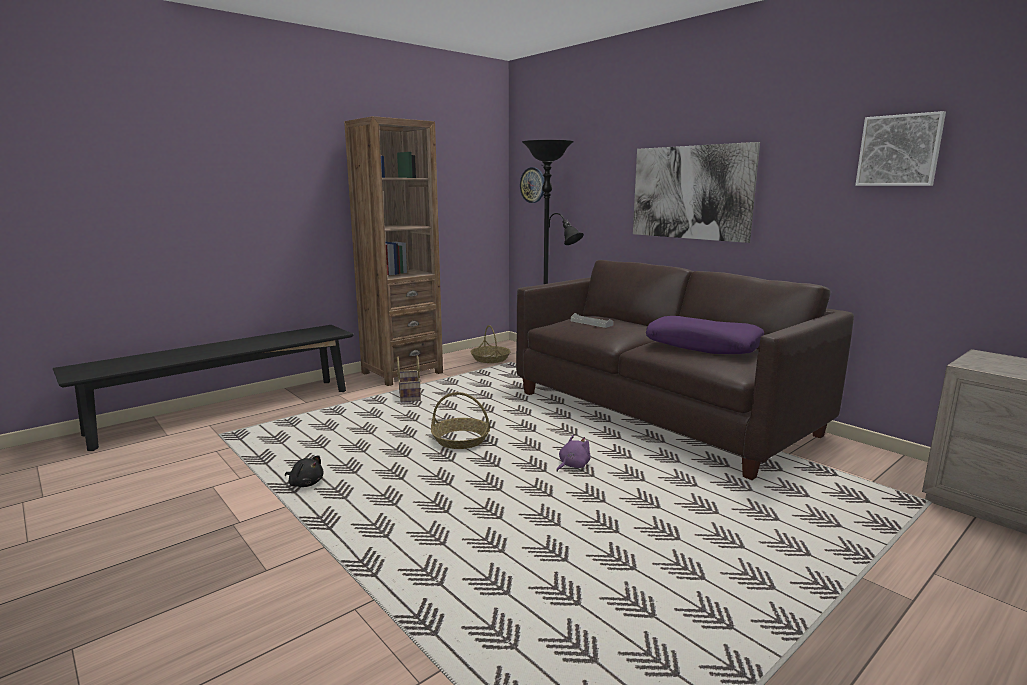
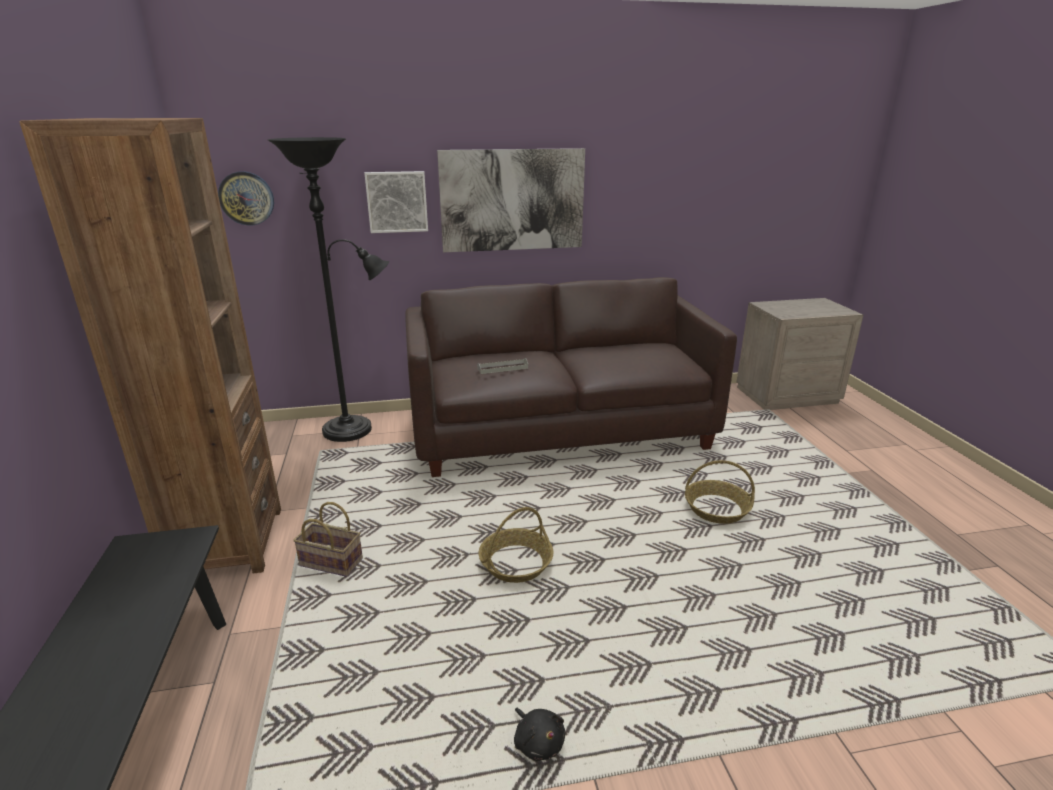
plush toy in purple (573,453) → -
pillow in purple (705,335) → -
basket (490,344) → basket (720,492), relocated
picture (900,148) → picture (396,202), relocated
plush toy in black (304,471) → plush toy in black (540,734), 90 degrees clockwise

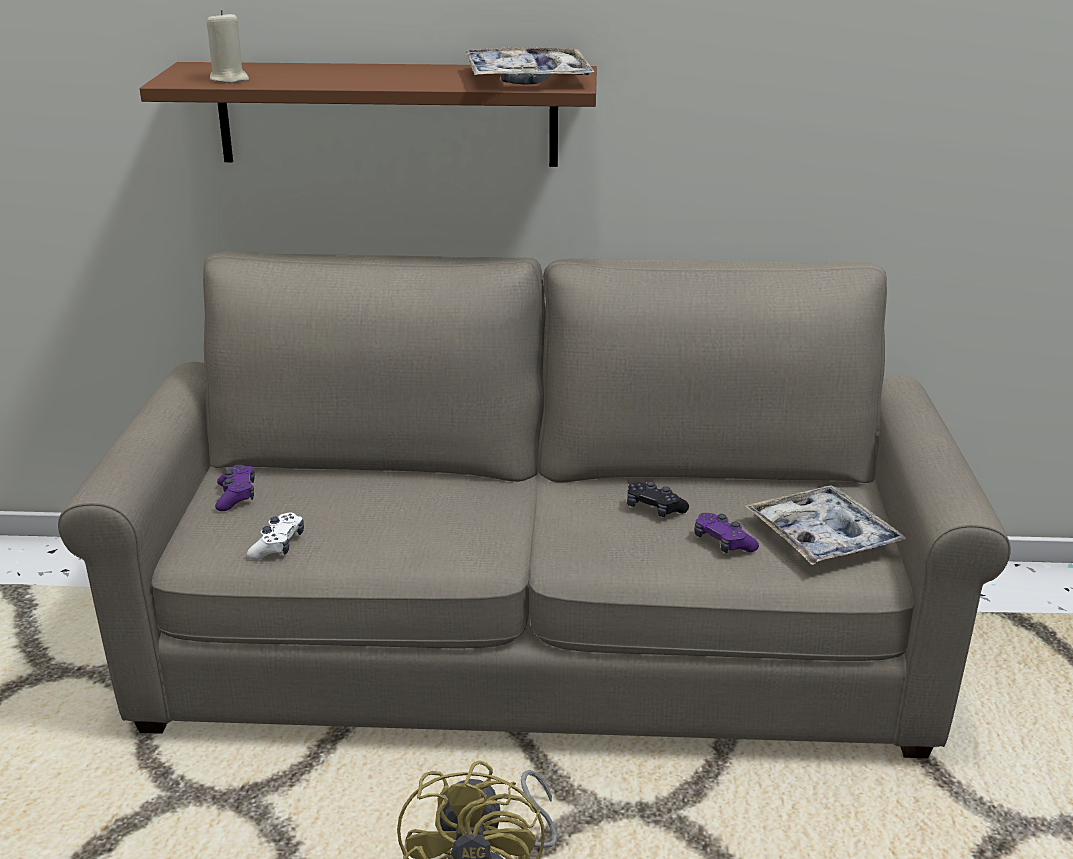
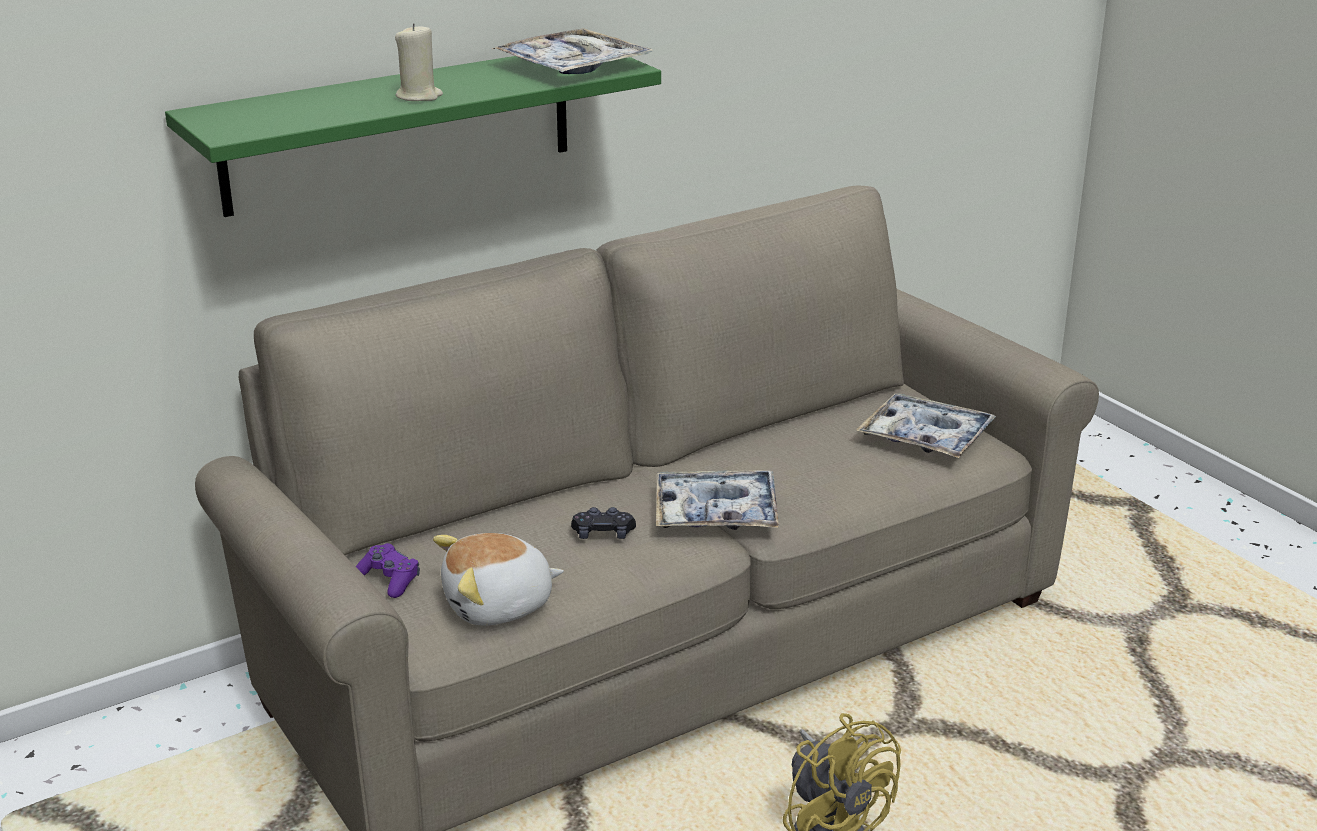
game controller in purple (726,533) → -
- → tray (717,500)
candle in beige (227,46) → candle in beige (419,62), relocated
game controller in black (658,499) → game controller in black (603,523), relocated
game controller in white (275,536) → plush toy (498,579)
shelf in brown (368,114) → shelf in green (413,136)

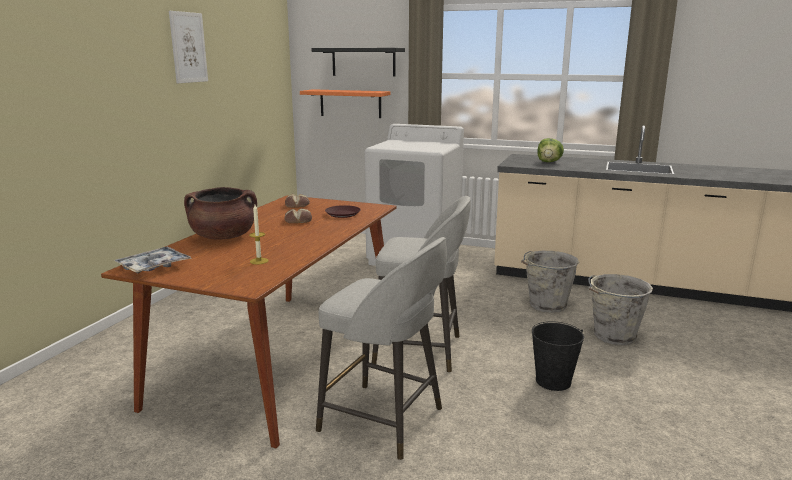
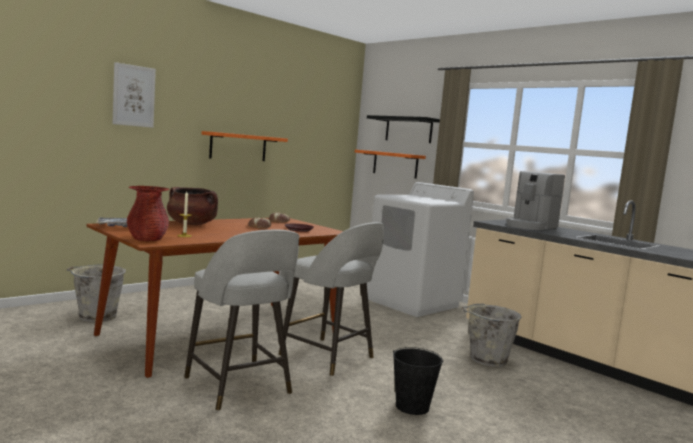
- → vase in red (148,213)
- → shelf in orange (245,146)
picture (188,47) → picture (134,95), relocated
bucket in grey (620,309) → bucket in grey (96,293), relocated
lettuce (550,150) → coffee machine (535,200)

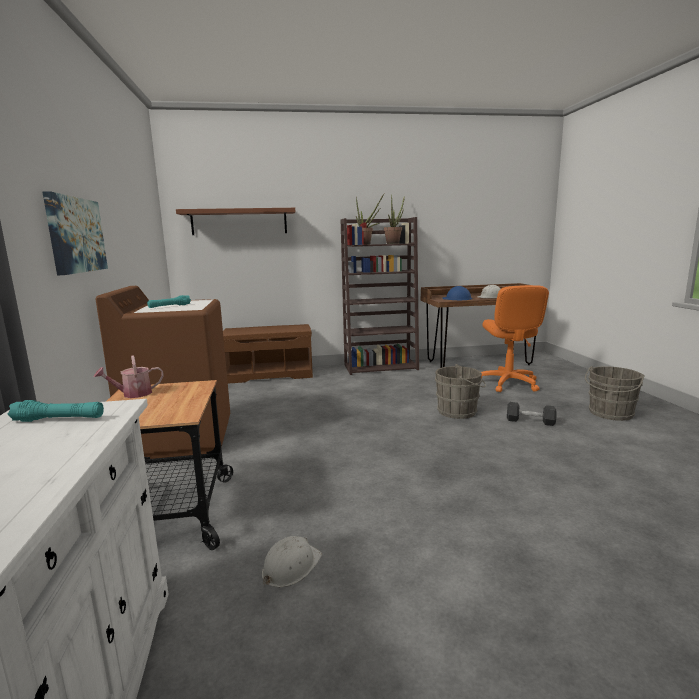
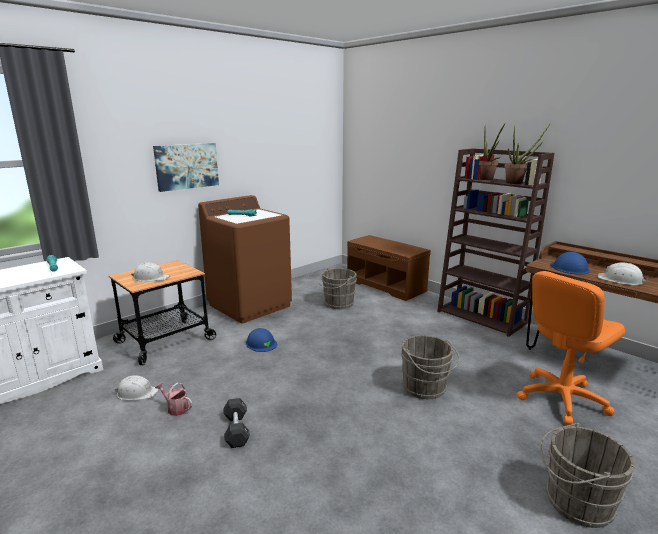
shelf in brown (235,221) → -
- → hard hat in white (150,272)
- → hard hat in blue (261,340)
- → bucket in grey (337,288)
watering can (129,376) → watering can (173,399), relocated
dumbbell in black (532,414) → dumbbell in black (236,423), relocated

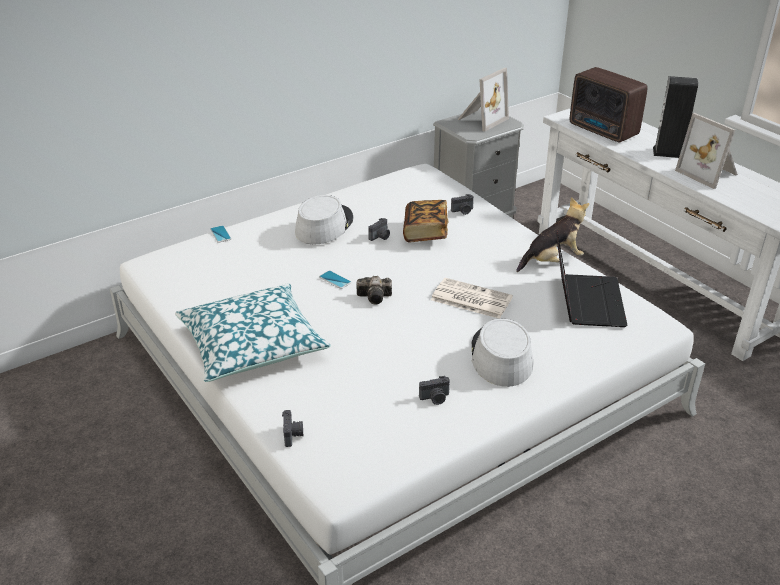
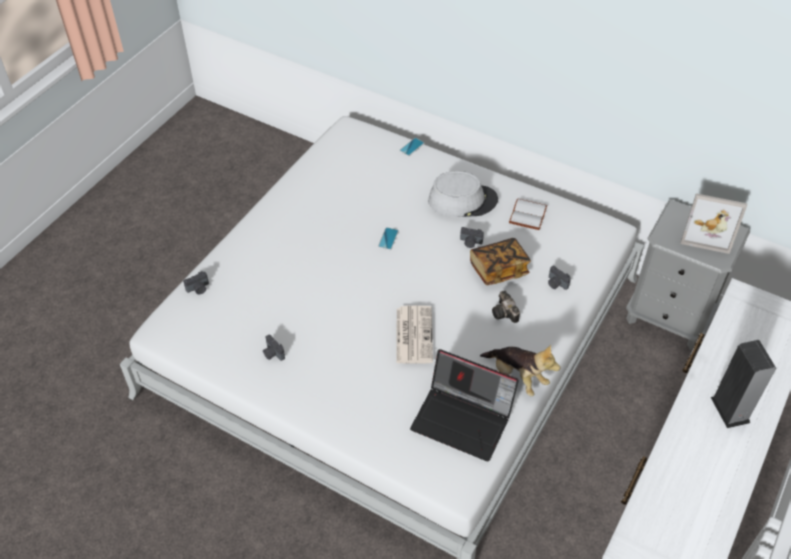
pillow (253,332) → -
hat in grey (502,352) → -
radio (609,104) → -
picture frame (706,151) → -
- → book in white (528,214)
photo camera (374,290) → photo camera (506,306), relocated
laptop (592,279) → laptop (464,405), 45 degrees clockwise

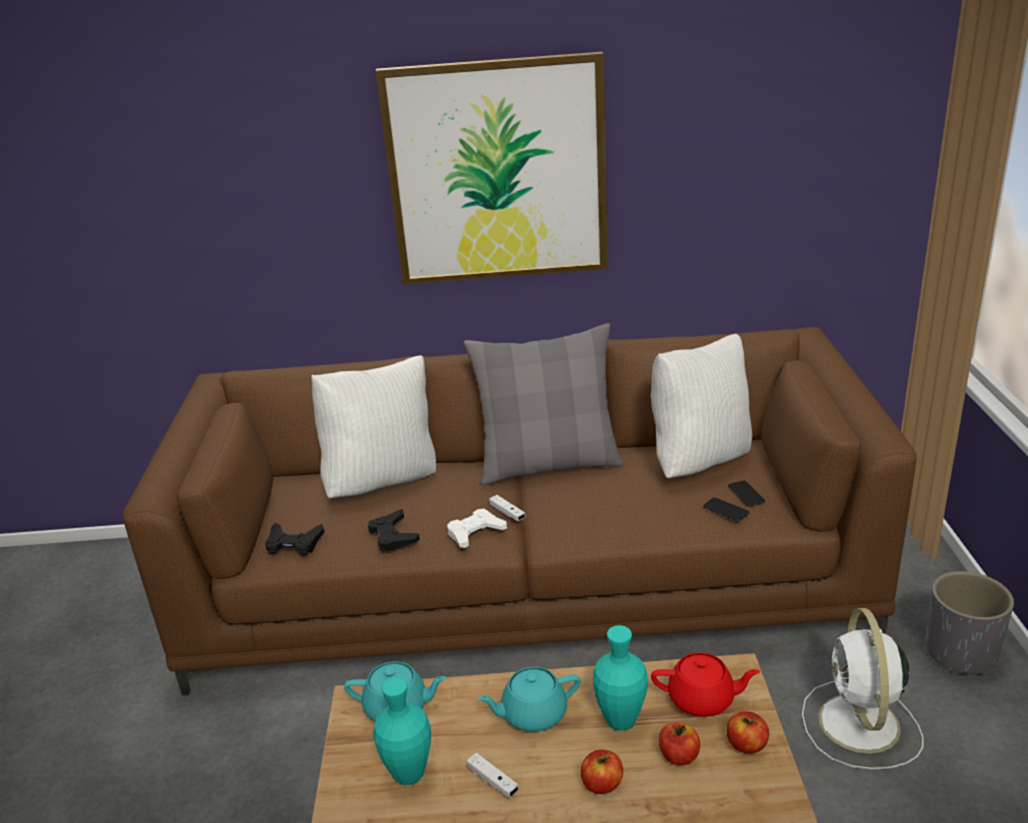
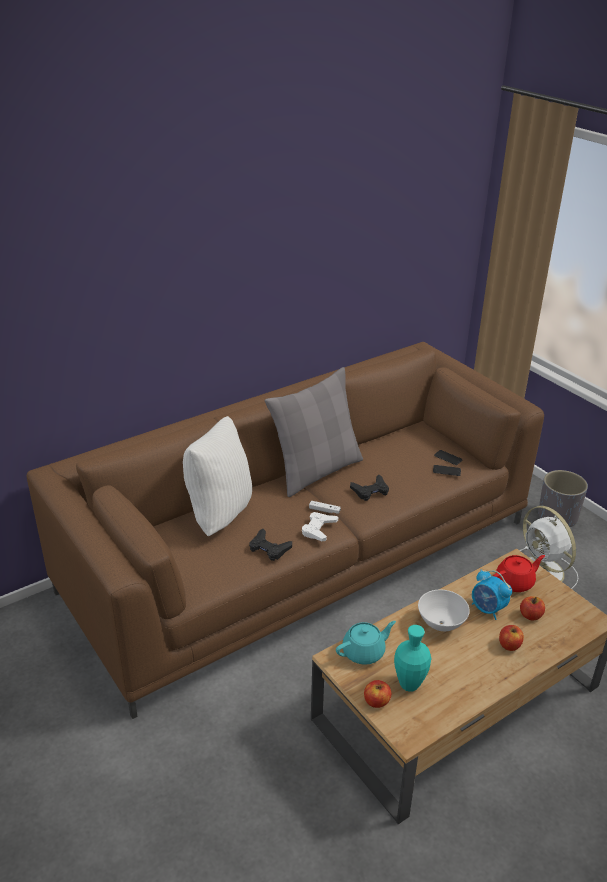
picture (492,168) → -
game controller in white (493,775) → -
pillow in white (701,406) → -
game controller in black (294,539) → game controller in black (369,488), relocated
apple (747,733) → apple (377,694), relocated
teapot in turquoise (529,699) → bowl in white (444,610)
vase in turquoise (620,678) → alarm clock (492,594)

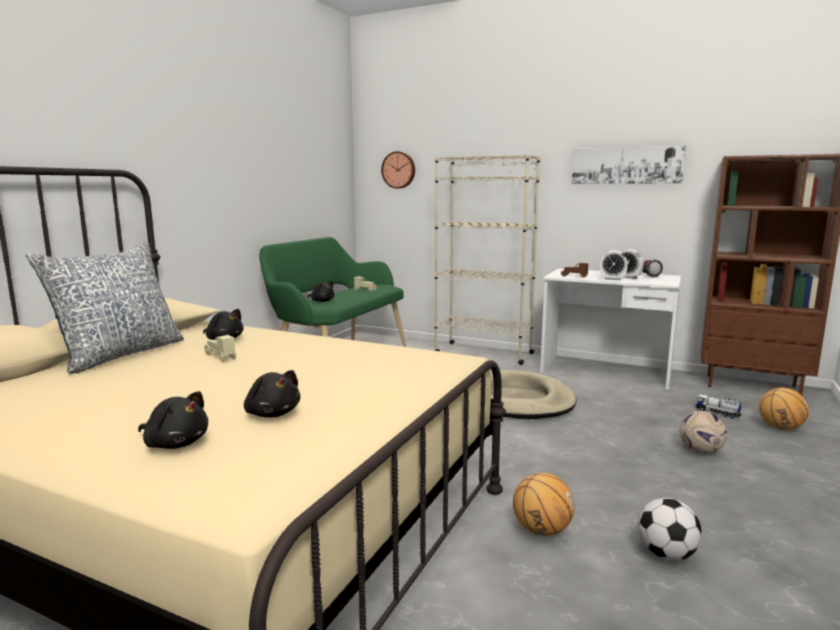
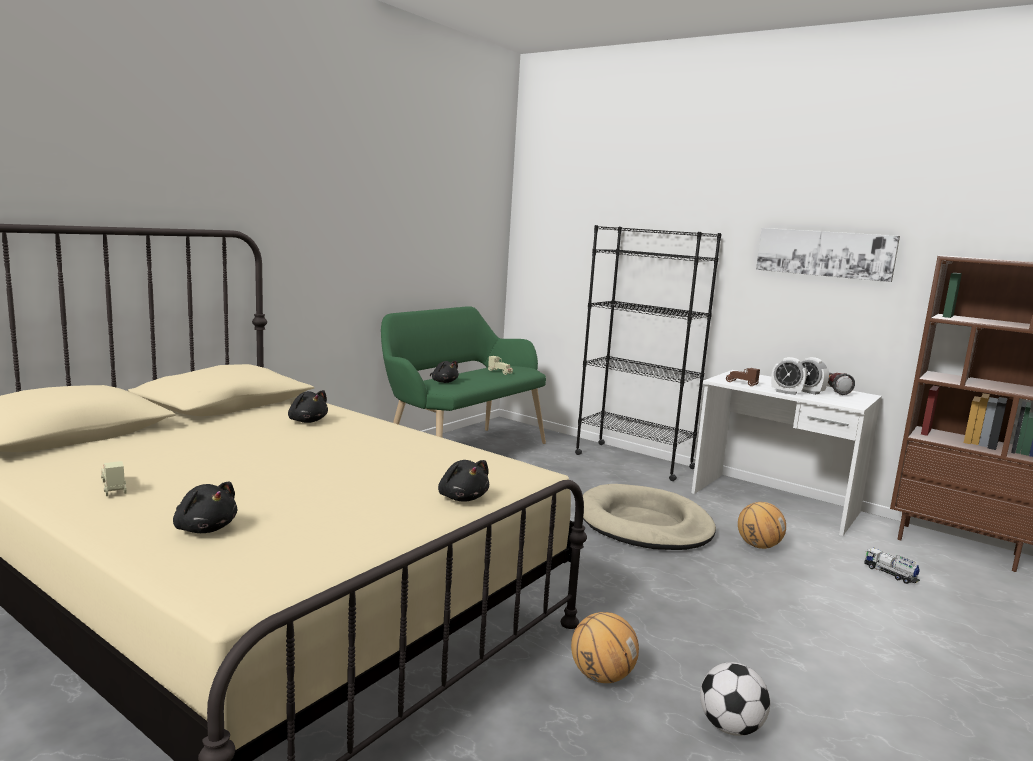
pillow (105,308) → -
wall clock (398,170) → -
football (703,432) → -
toy car in beige (220,348) → toy car in beige (114,478), relocated
plush toy in black (272,394) → plush toy in black (463,481), relocated
basketball (784,408) → basketball (762,525), relocated
bookcase in beige (487,259) → bookcase in black (648,353)

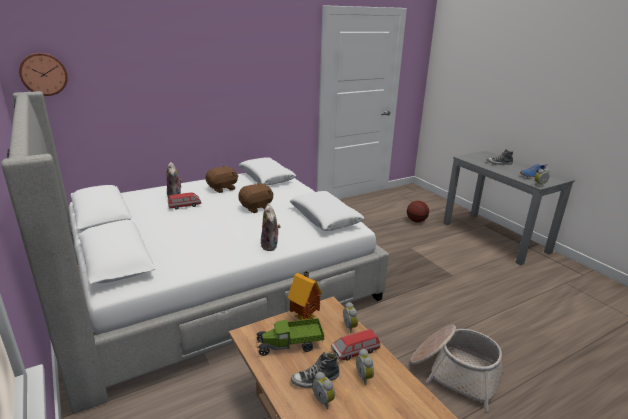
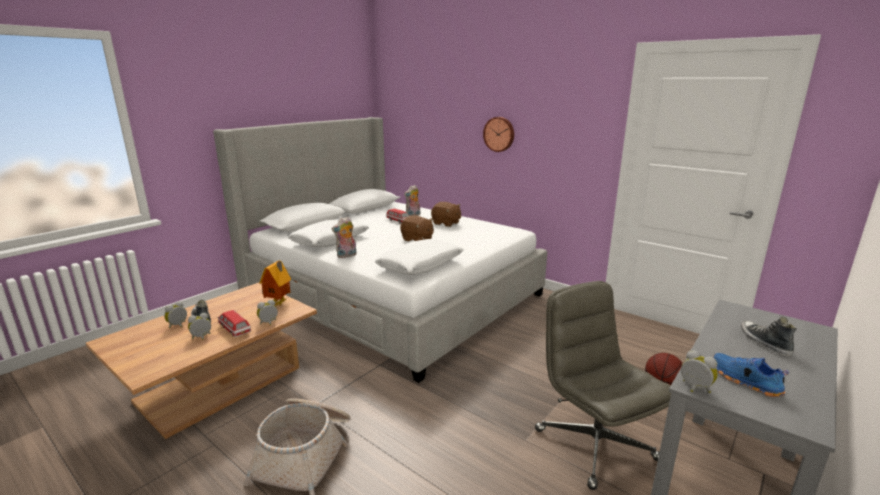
toy truck (290,337) → -
- → office chair in grey (603,385)
wall clock (43,74) → wall clock (498,134), relocated
pillow in white (267,171) → pillow in white (328,233), relocated

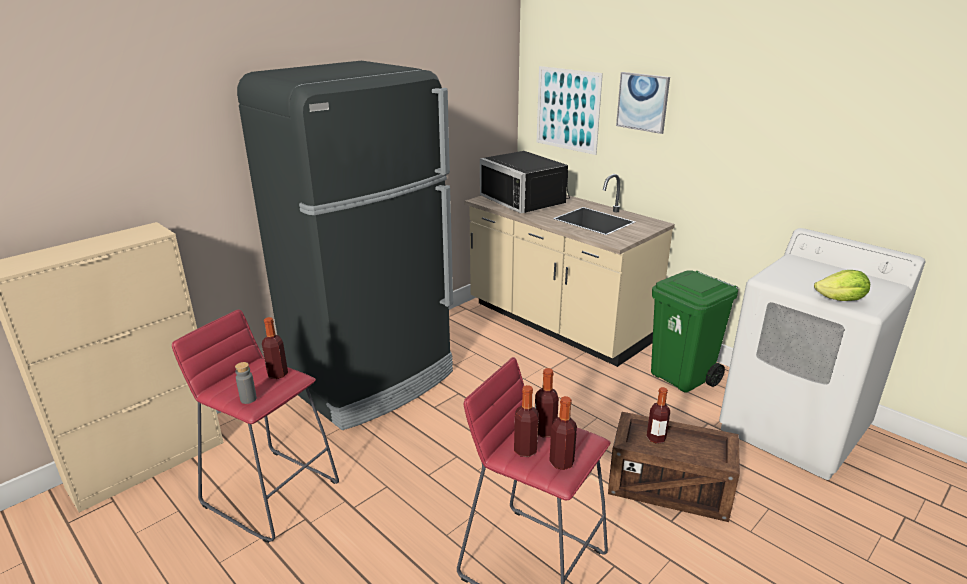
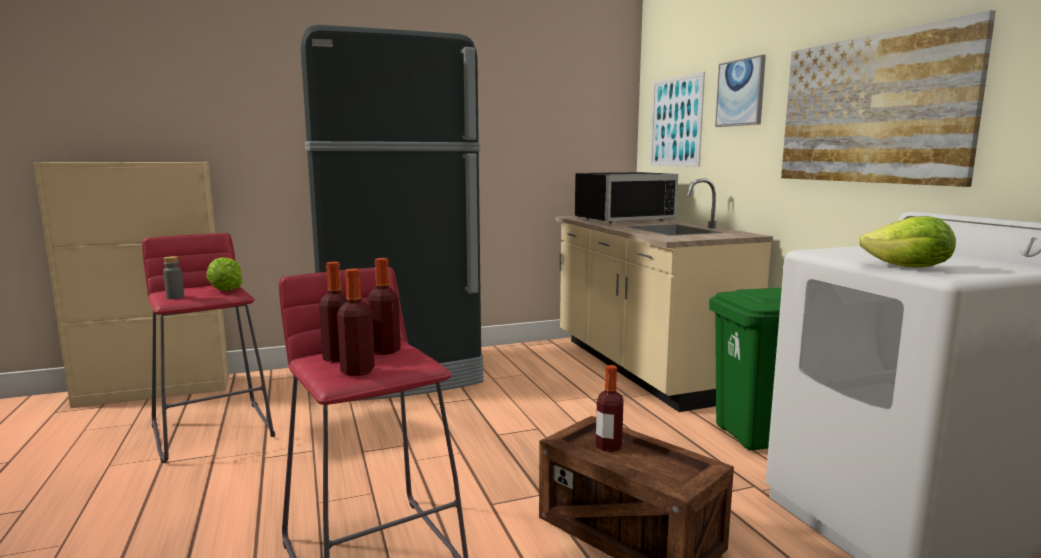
- → picture (888,98)
bottle (275,348) → lettuce (224,274)
microwave in black (525,182) → microwave in black (626,197), 105 degrees counterclockwise

